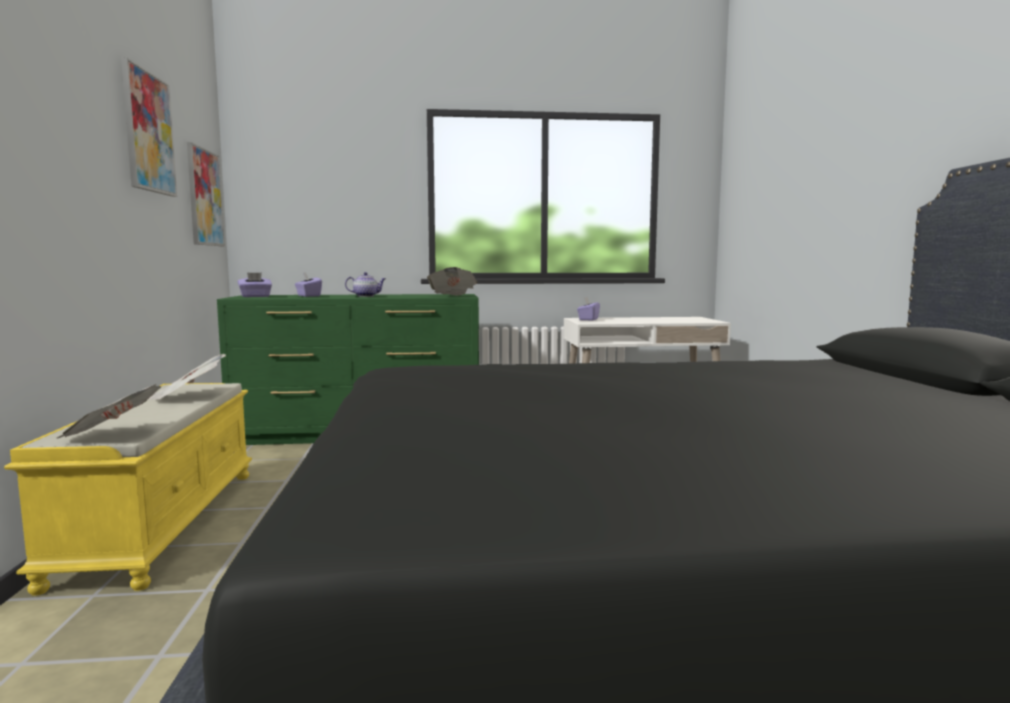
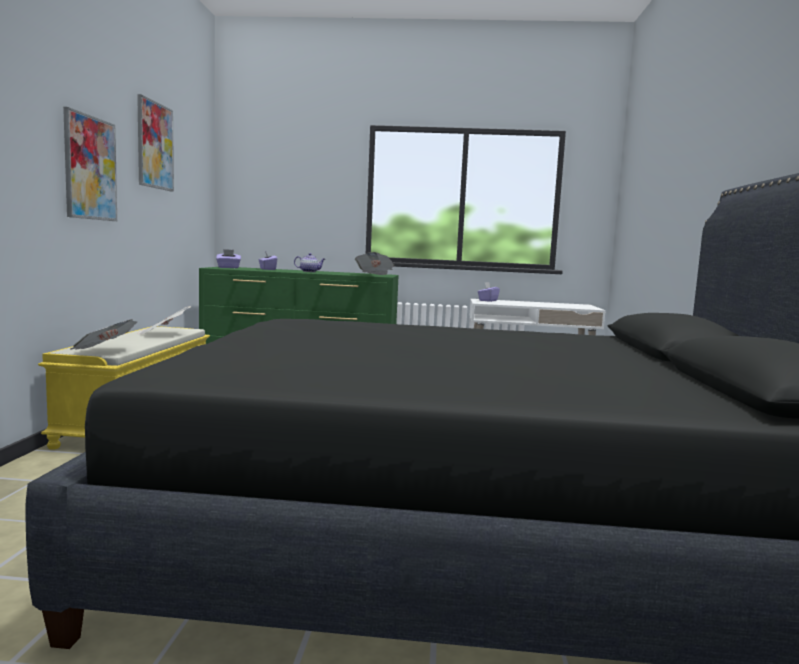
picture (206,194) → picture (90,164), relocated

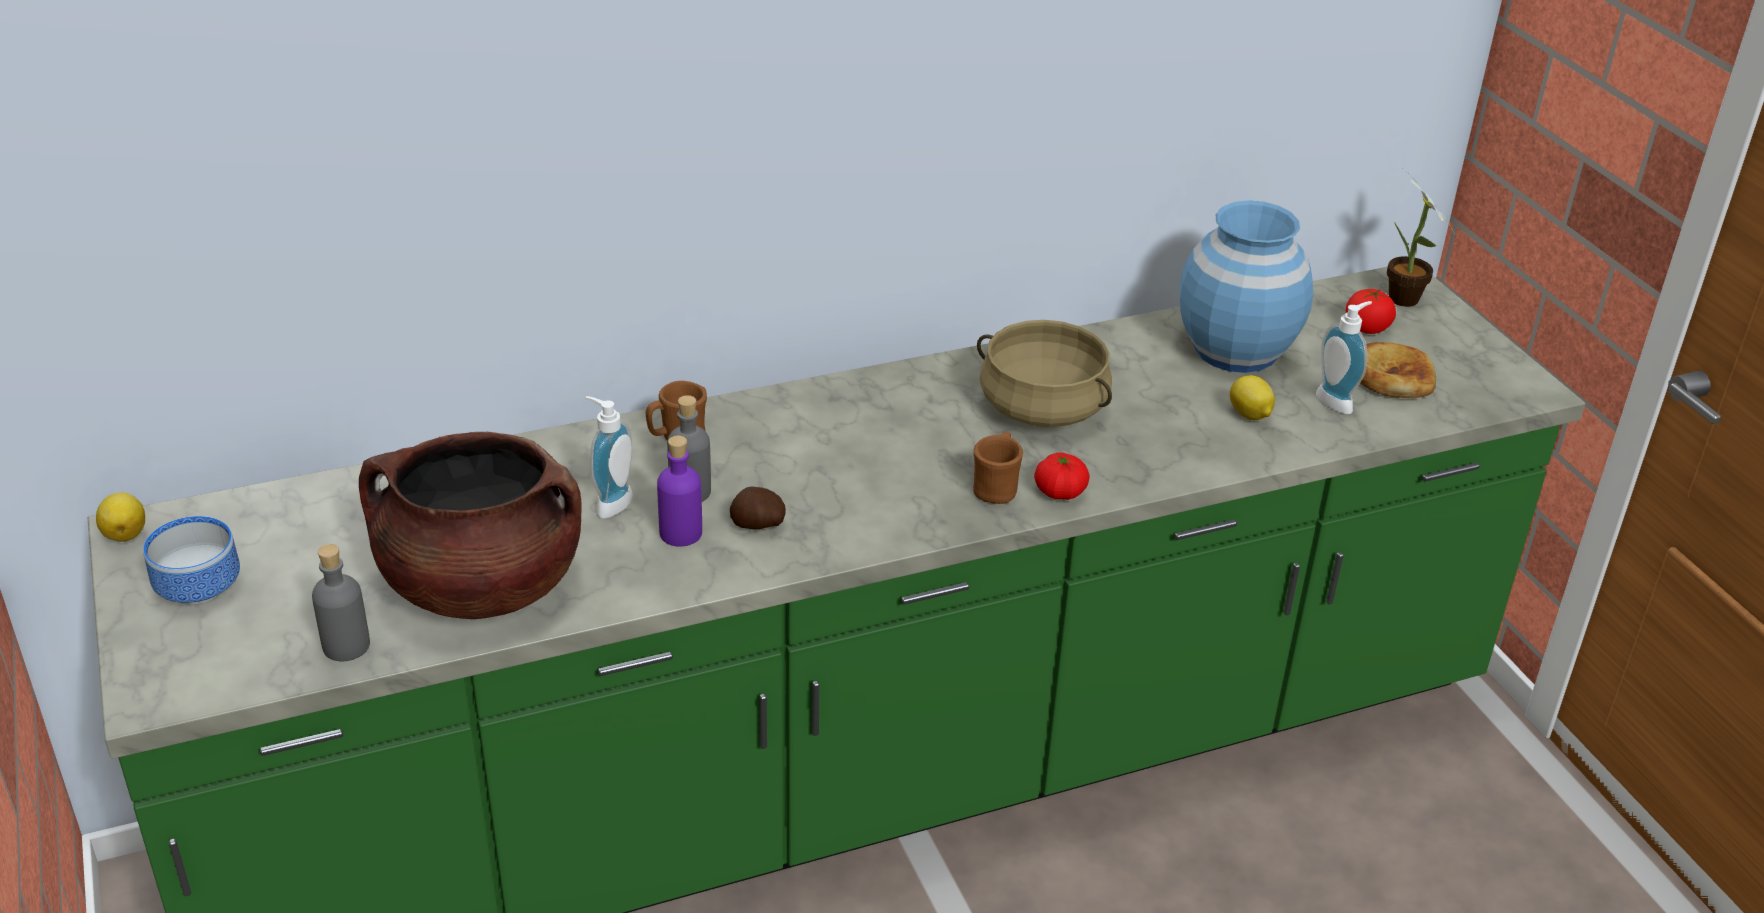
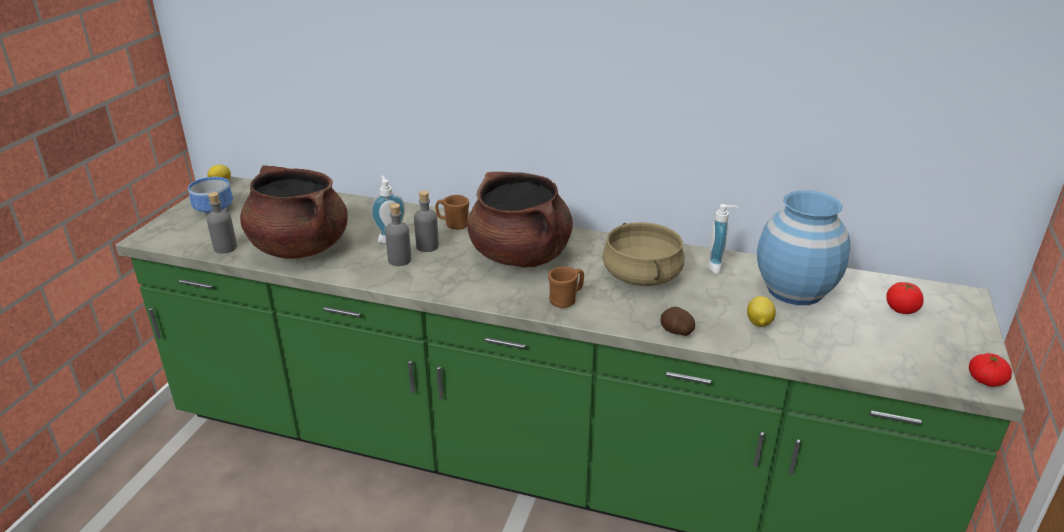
bread (1398,370) → -
potted plant (1421,238) → -
- → cooking pot in brown (520,219)
potato (758,507) → potato (677,321), relocated
tomato (1062,476) → tomato (990,370), relocated
soap dispenser (1344,357) → soap dispenser (723,239), relocated
bottle in purple (679,491) → bottle in grey (398,234)

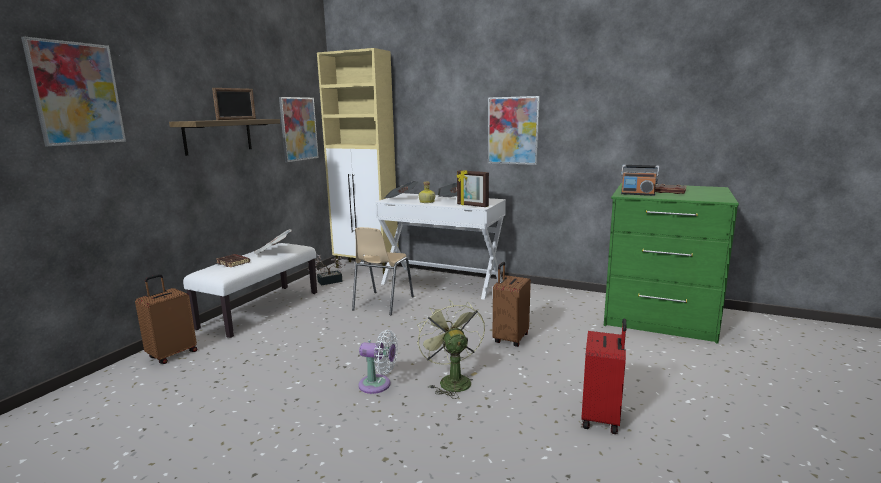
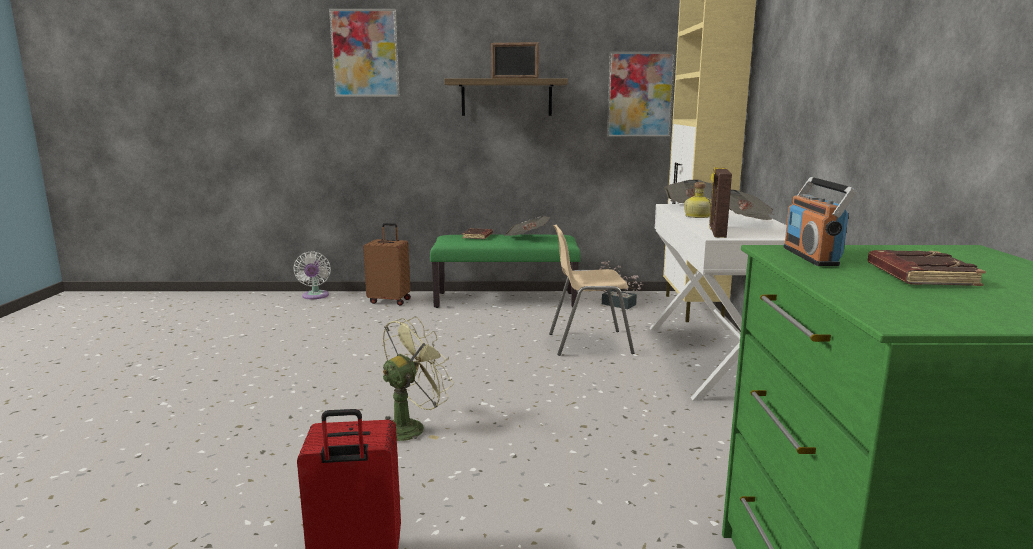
picture (514,130) → -
suitcase in brown (511,304) → -
fan in white (378,362) → fan in white (312,275), relocated
bench in white (250,290) → bench in green (505,271)

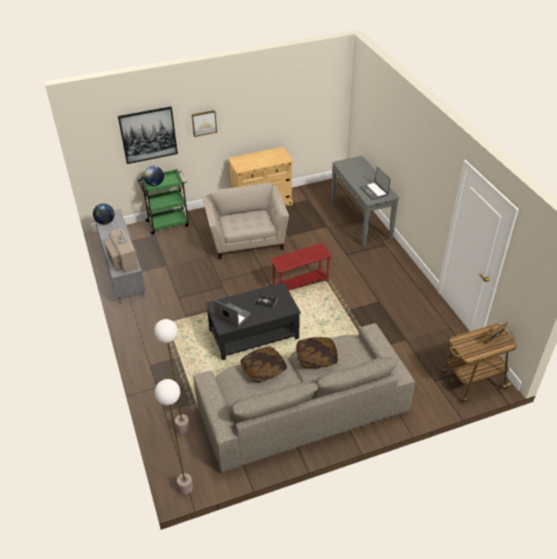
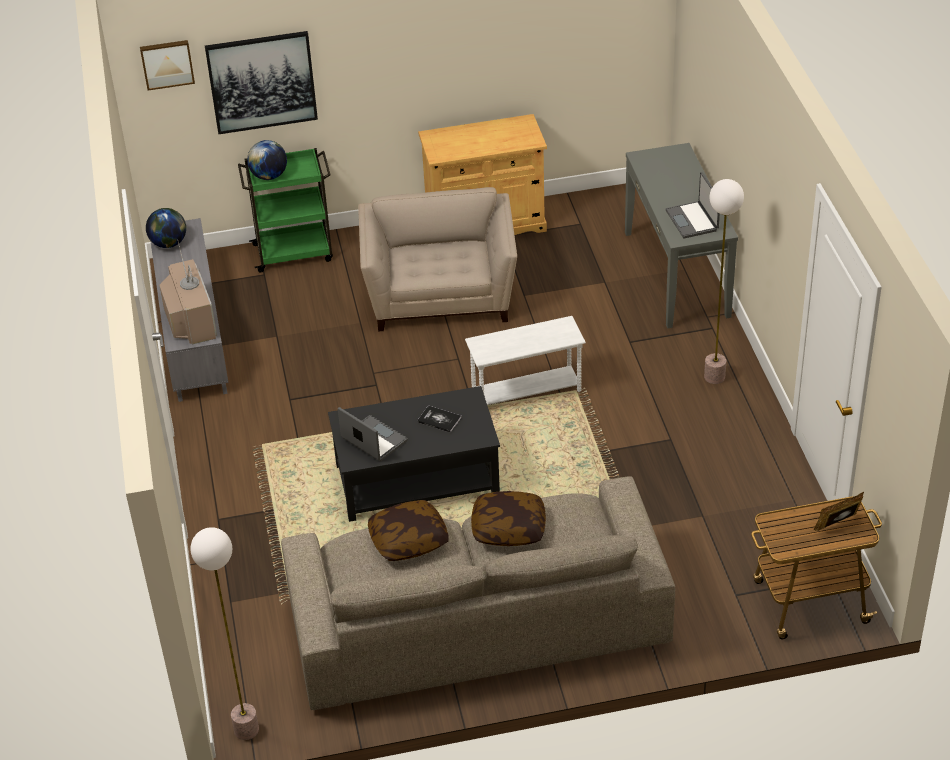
floor lamp (172,376) → floor lamp (724,281), relocated
picture (204,123) → picture (167,65), relocated
side table in red (301,266) → side table in white (525,360)

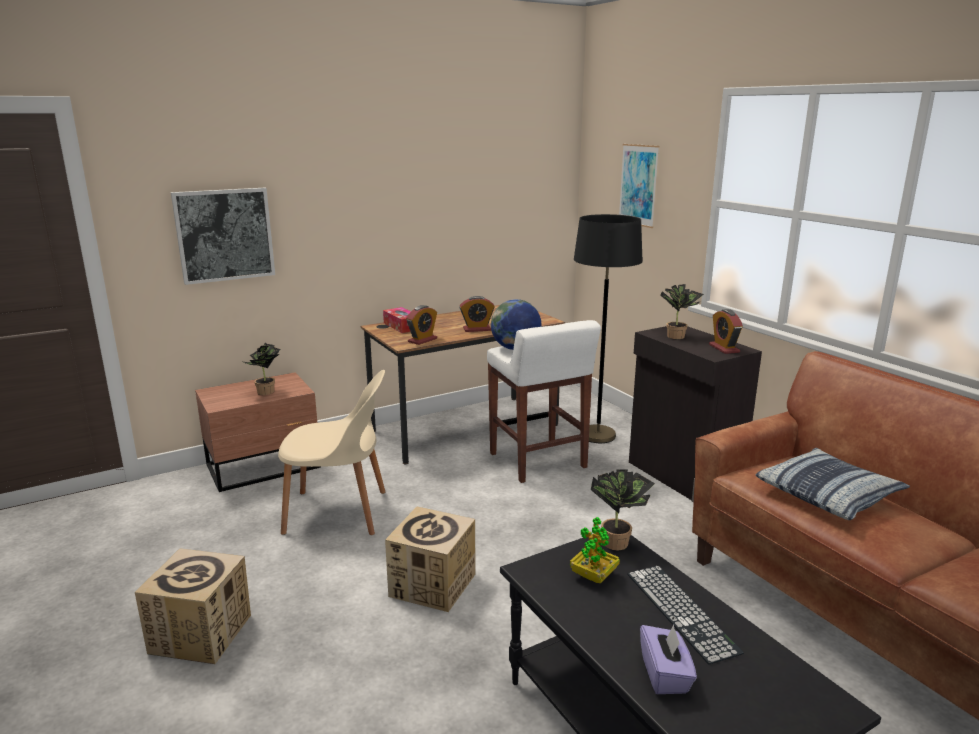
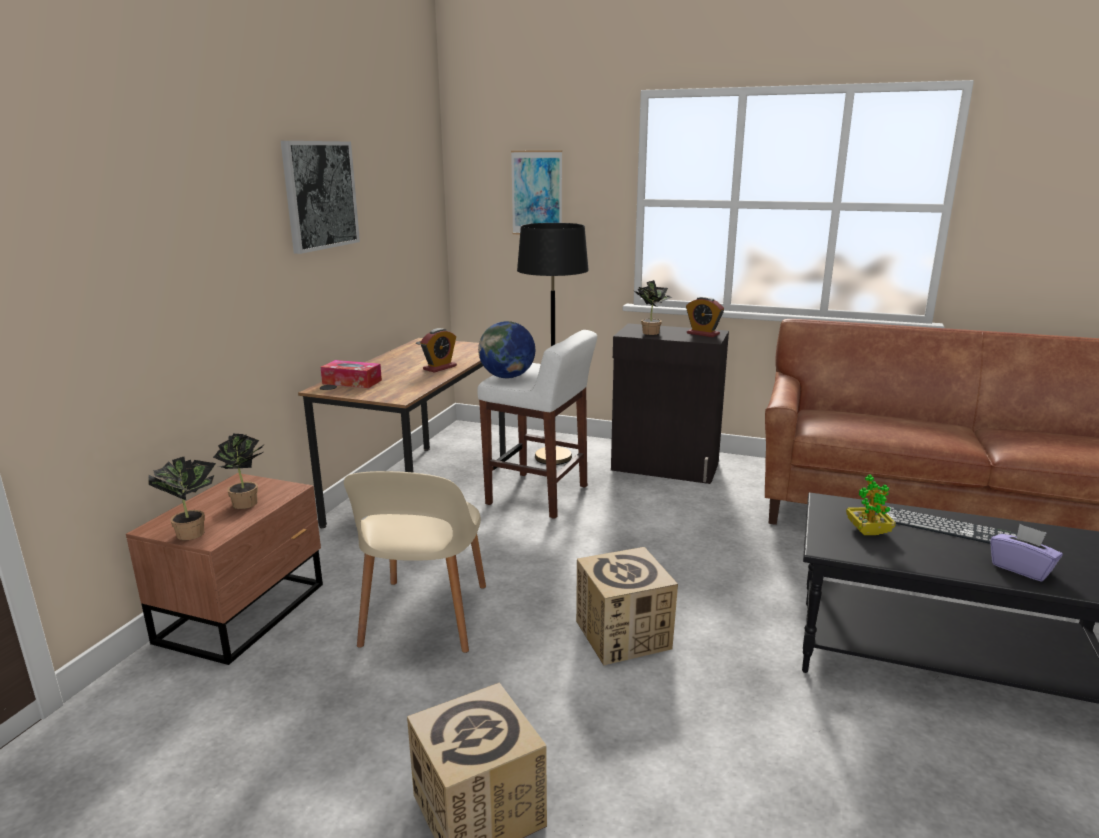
alarm clock (421,325) → -
pillow (833,484) → -
picture (223,236) → picture (320,197), relocated
potted plant (623,509) → potted plant (182,498), relocated
chair in beige (332,452) → chair in beige (415,562), 135 degrees clockwise

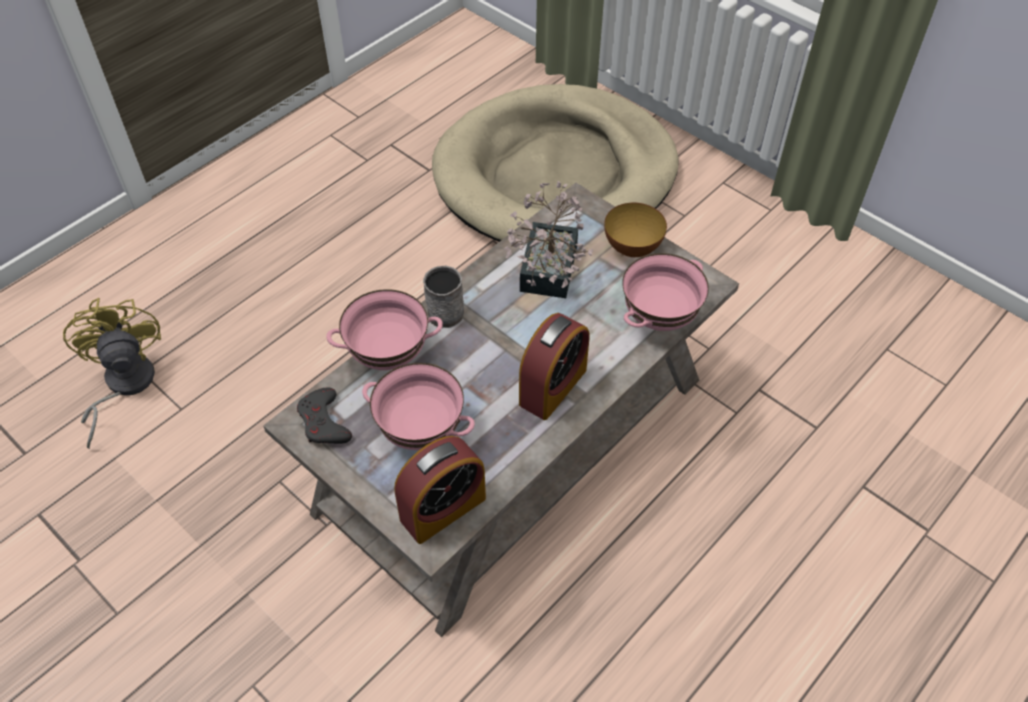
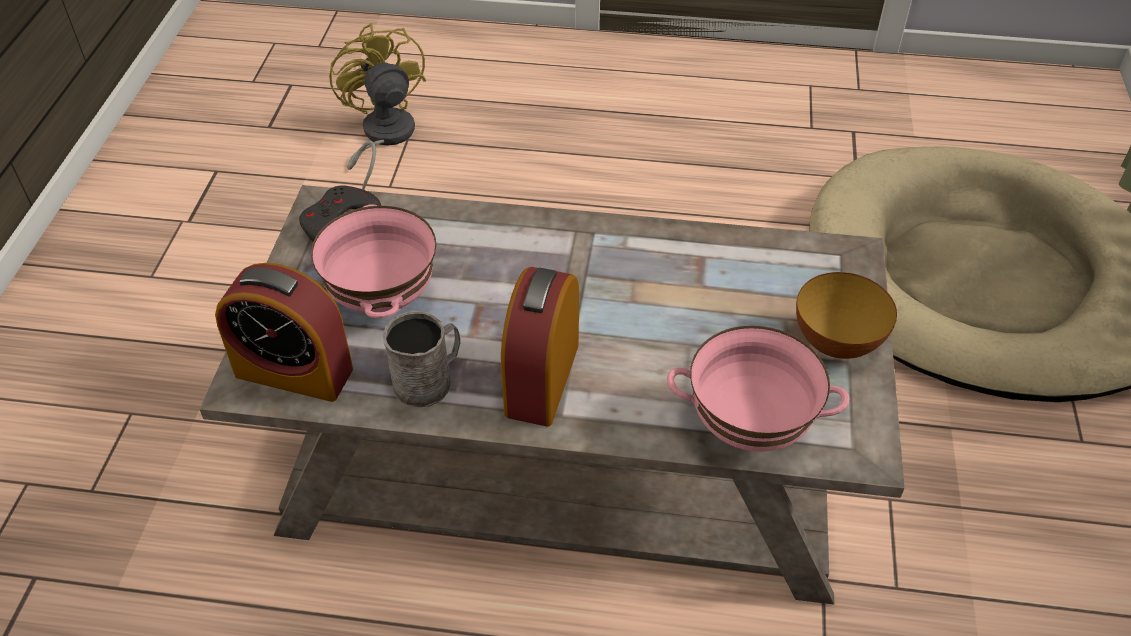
bowl in pink (384,329) → -
potted plant (549,239) → -
mug in grey (443,297) → mug in grey (421,359), relocated
fan in yellow (112,373) → fan in yellow (377,106), 60 degrees counterclockwise
alarm clock (554,366) → alarm clock (540,346), 105 degrees clockwise

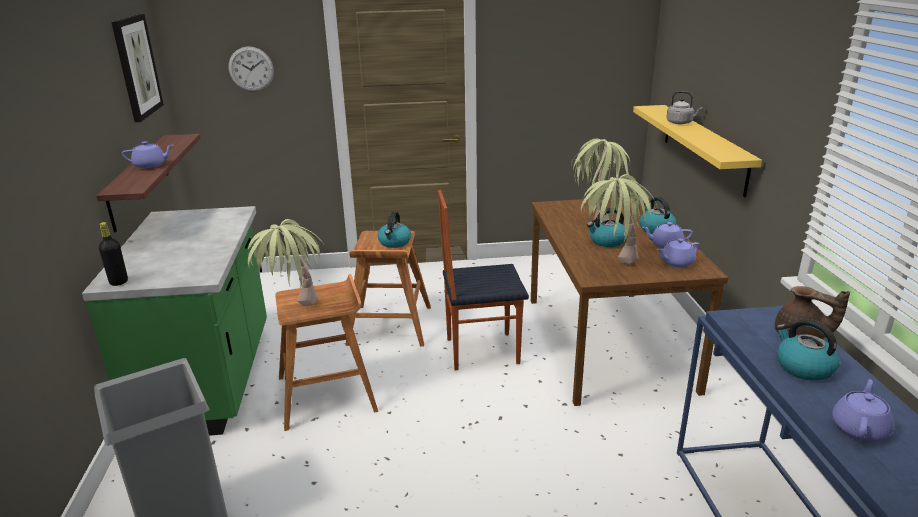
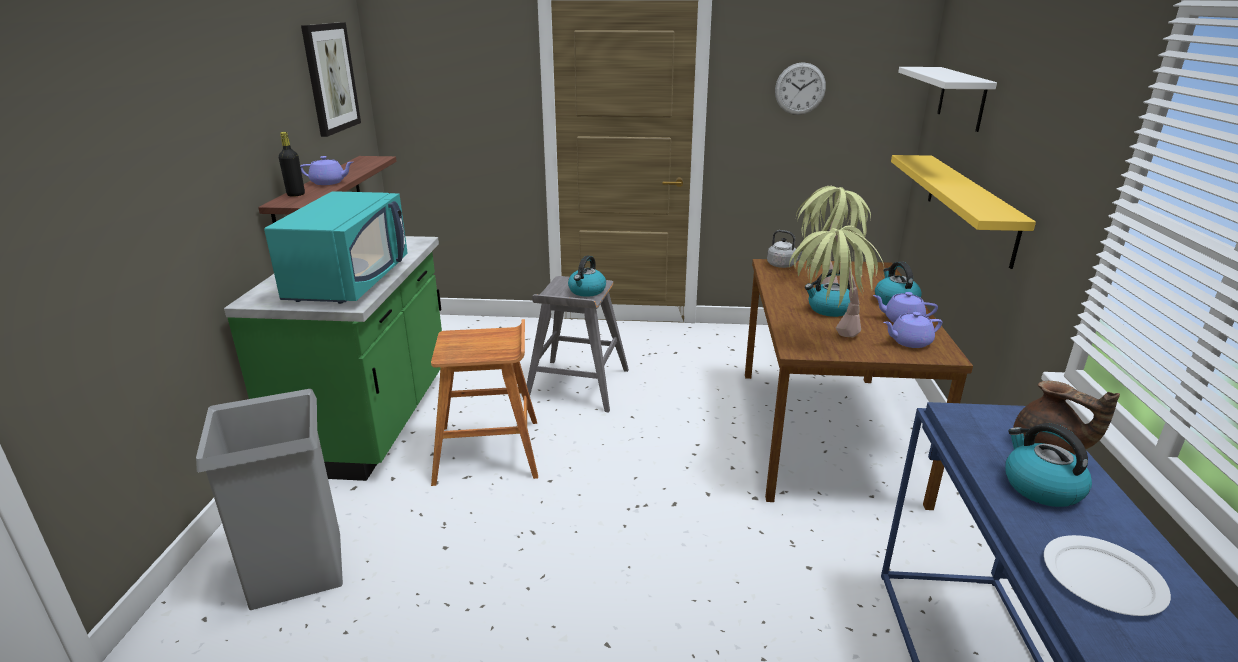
potted plant (286,262) → -
chair (483,280) → -
- → microwave in turquoise (336,247)
- → shelf in white (947,99)
bottle in black (113,254) → bottle in black (292,164), relocated
wall clock (251,69) → wall clock (800,88), relocated
kettle in grey (684,108) → kettle in grey (785,249), relocated
teapot in purple (863,410) → plate in white (1107,575)
stool in brown (388,289) → stool in grey (576,344)

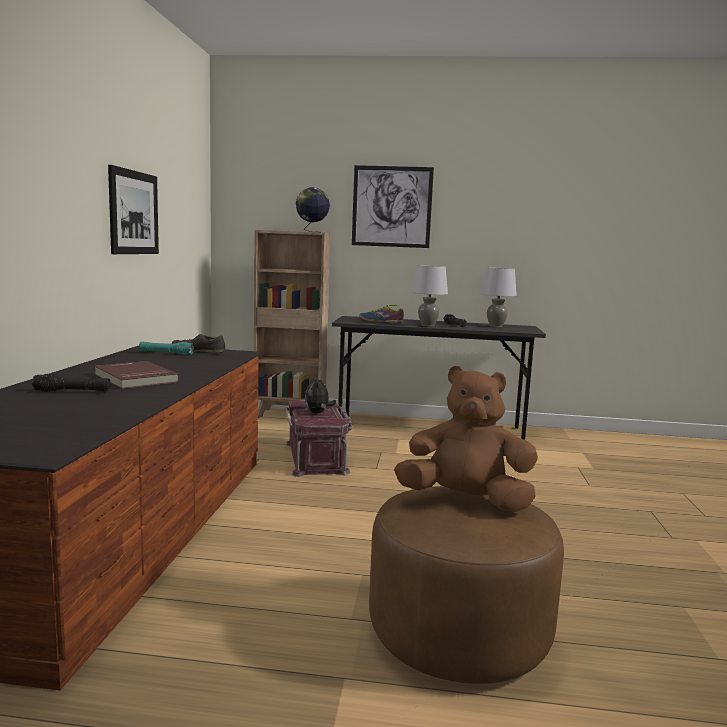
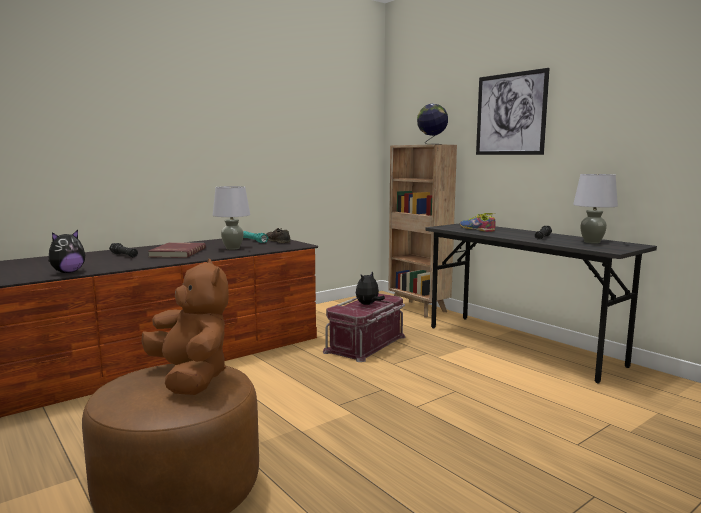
picture (133,209) → -
- → plush toy (67,251)
table lamp in grey (430,296) → table lamp in grey (231,218), relocated

